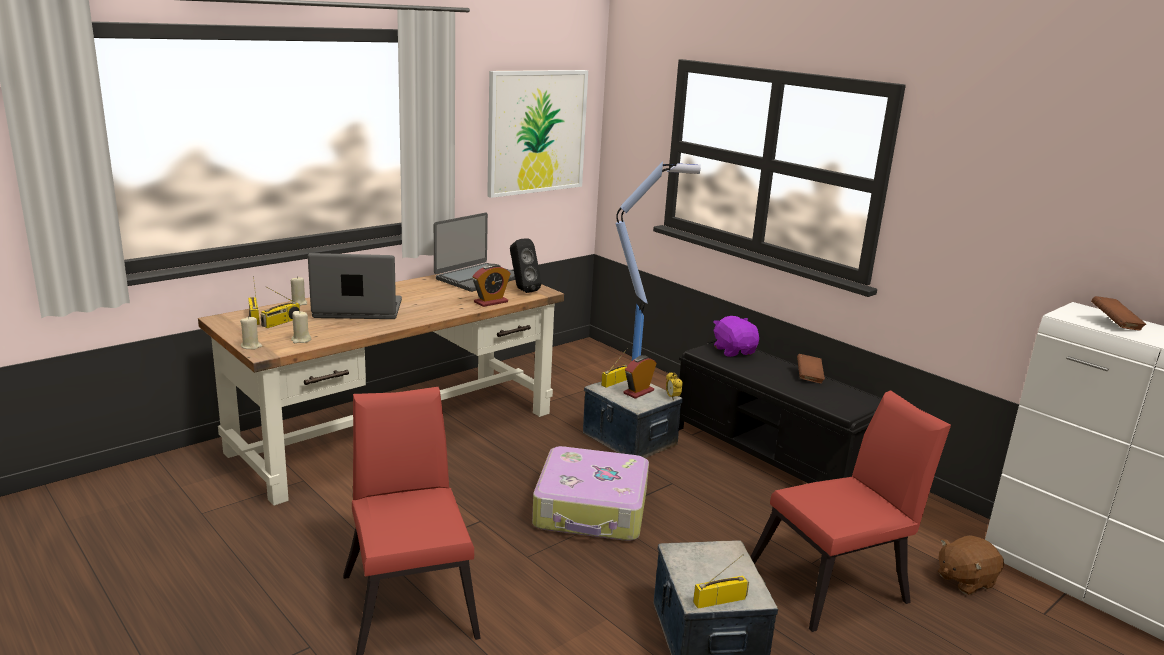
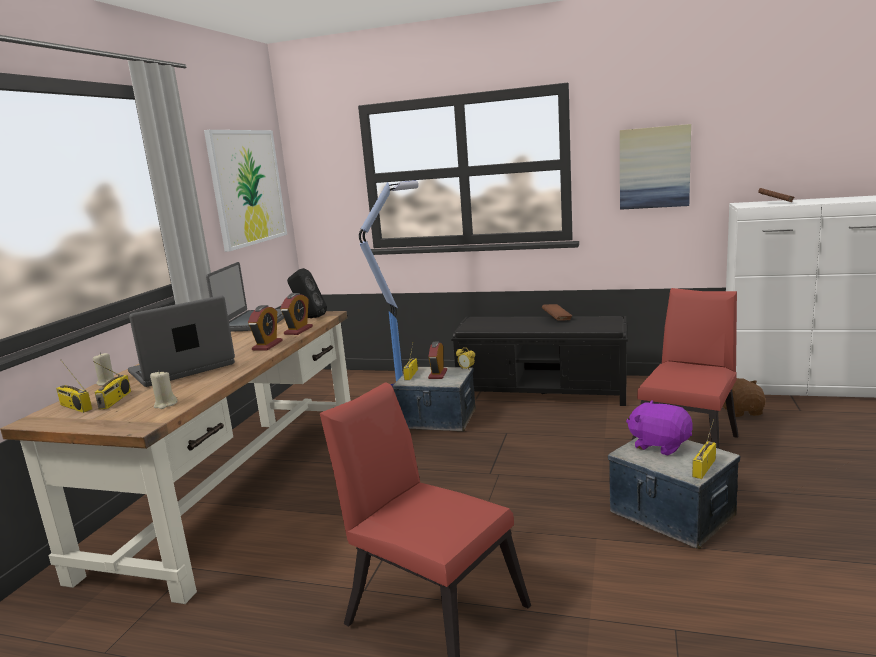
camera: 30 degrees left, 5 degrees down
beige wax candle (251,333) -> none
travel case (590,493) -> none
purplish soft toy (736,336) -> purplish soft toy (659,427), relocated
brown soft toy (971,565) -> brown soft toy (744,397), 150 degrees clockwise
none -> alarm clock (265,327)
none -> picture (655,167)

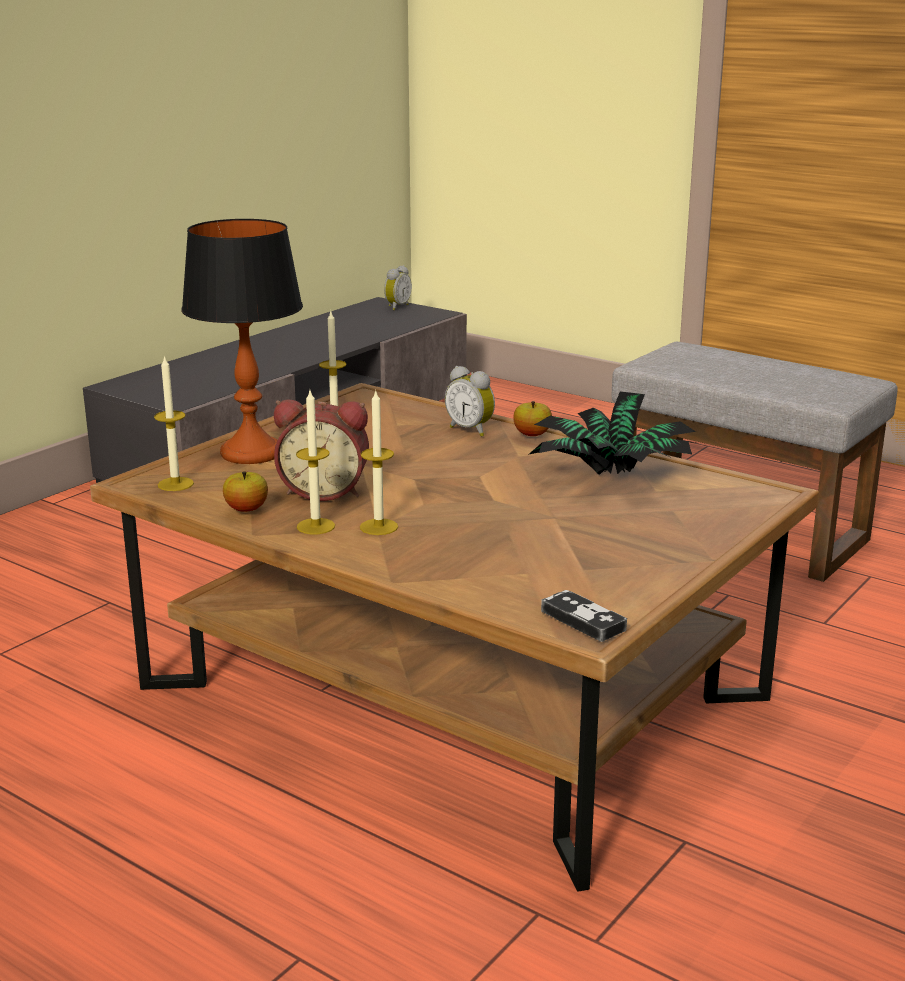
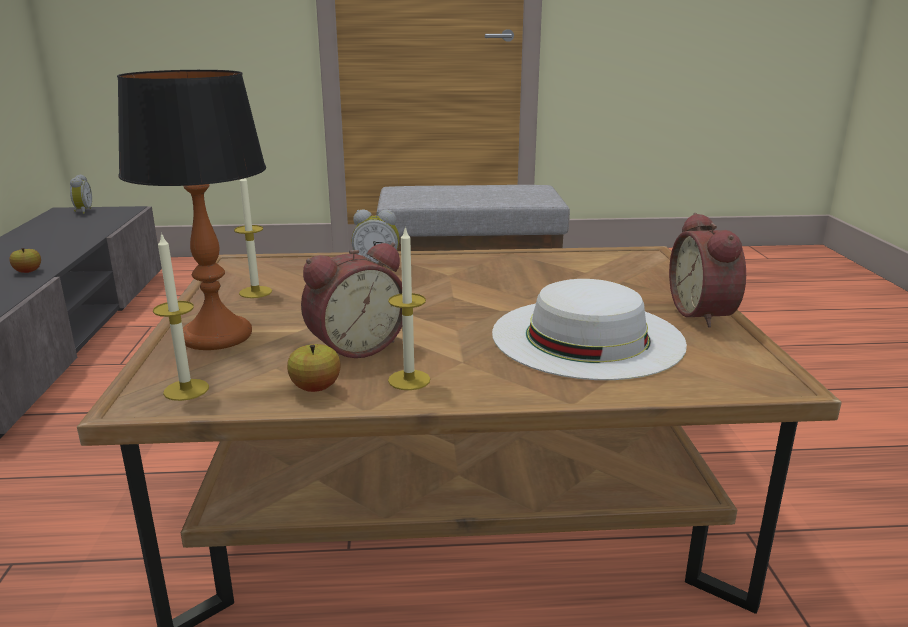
camera: 40 degrees left, 0 degrees up
wax candle (379,462) -> none
whole apple (532,418) -> whole apple (25,260), relocated
potted plant (612,433) -> none
game controller (584,616) -> none
none -> white wearable hat (589,329)
none -> alarm clock (707,270)

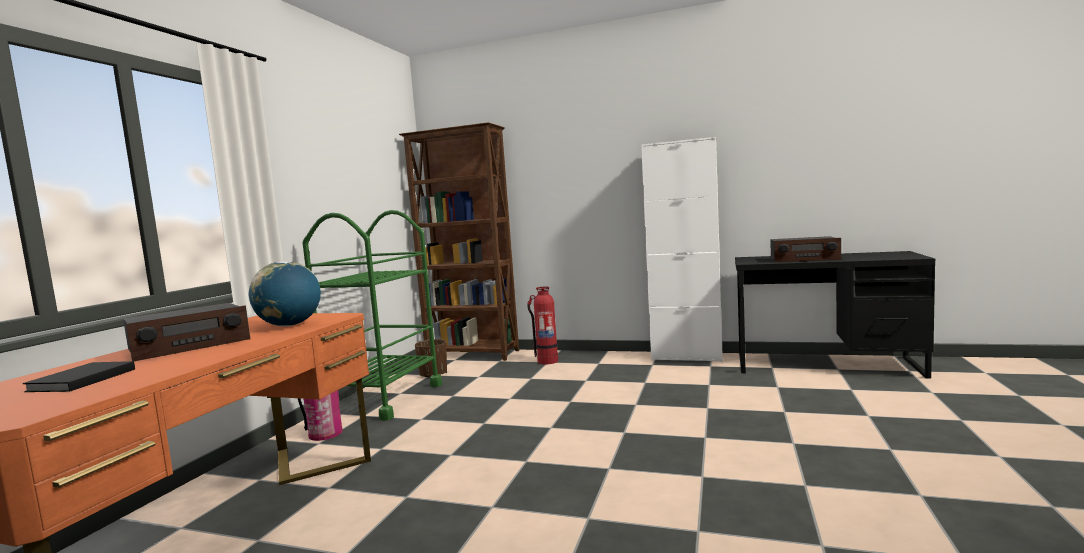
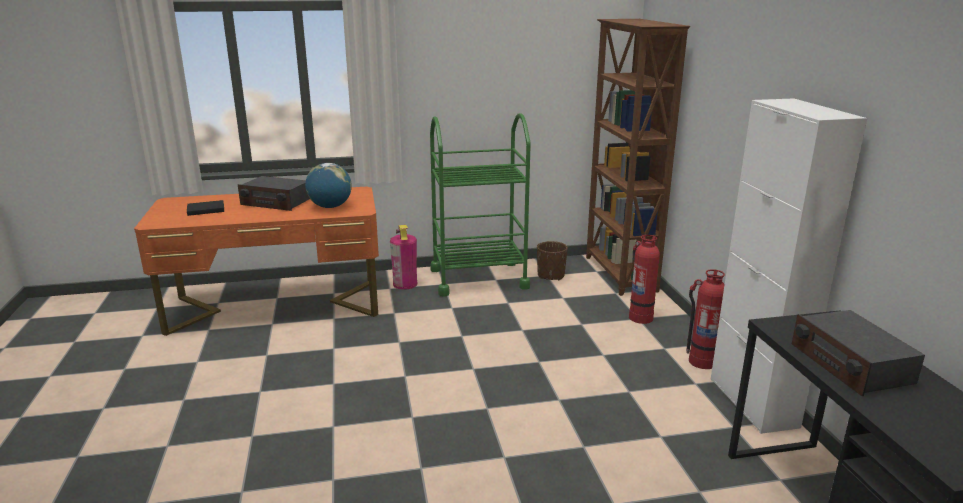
camera: 60 degrees right, 15 degrees up
none -> extinguisher (705,319)

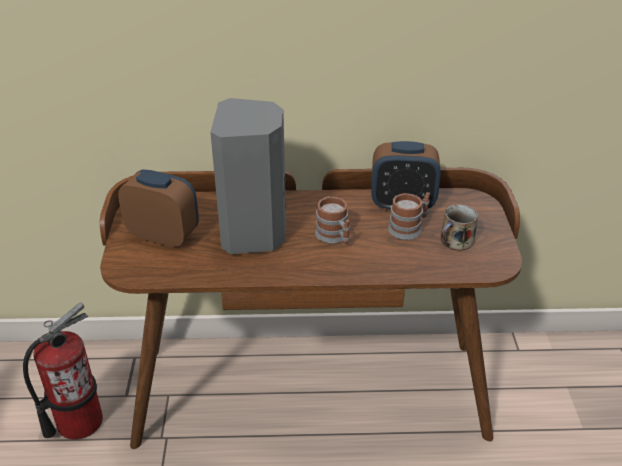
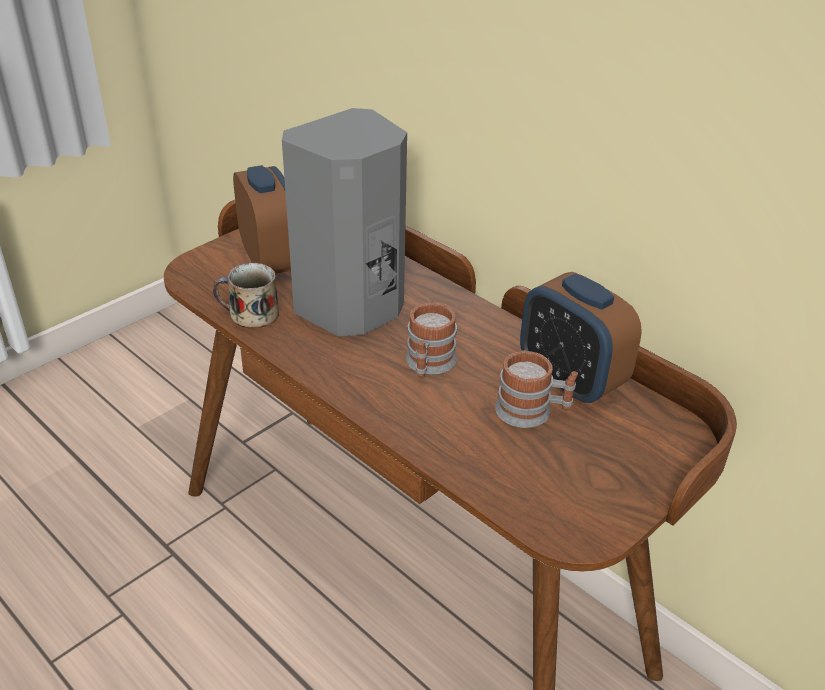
camera: 45 degrees right, 0 degrees up
extinguisher (63,371) -> none
tea mug (459,227) -> tea mug (246,295), relocated

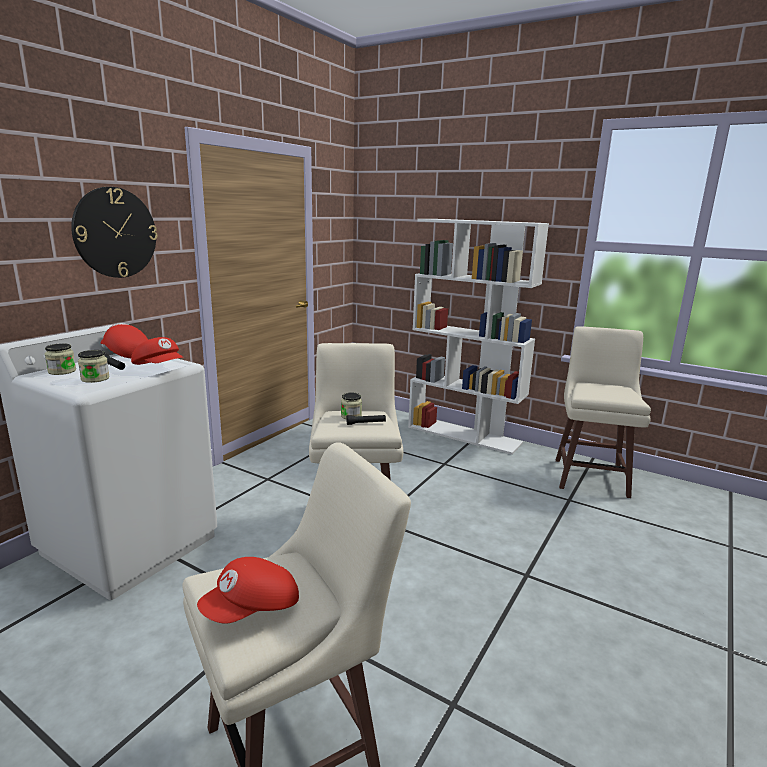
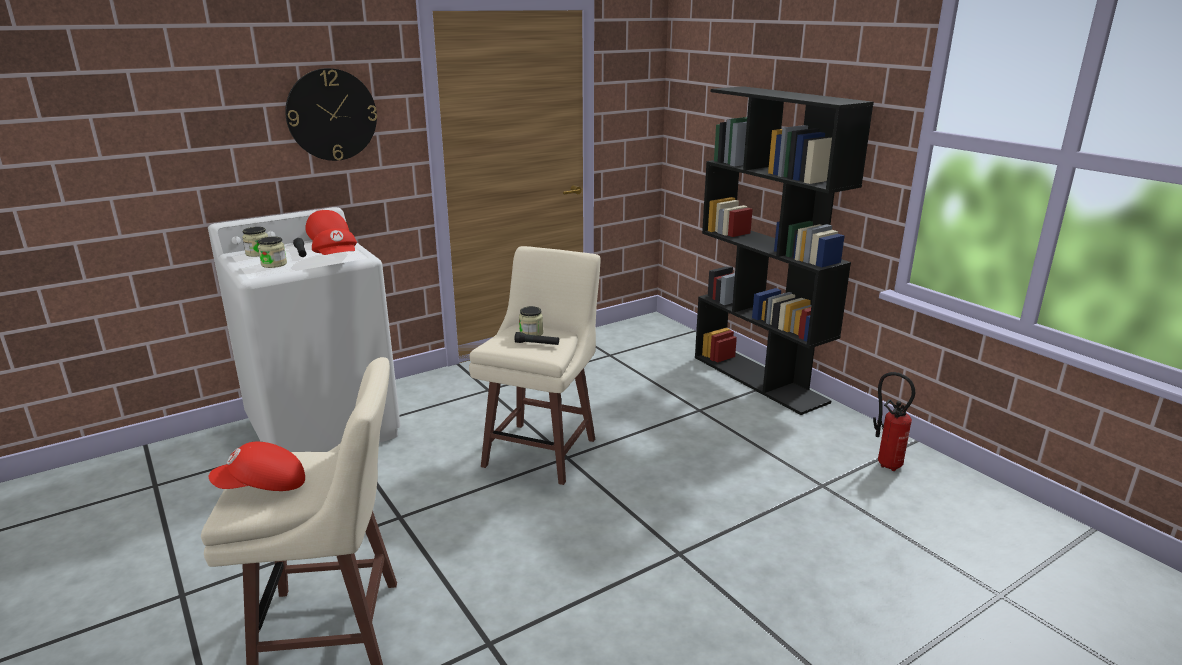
camera: 25 degrees right, 5 degrees up
white bookcase (478,337) -> black-coloured bookcase (784,250)
beige sitting stool (603,412) -> extinguisher (894,421)

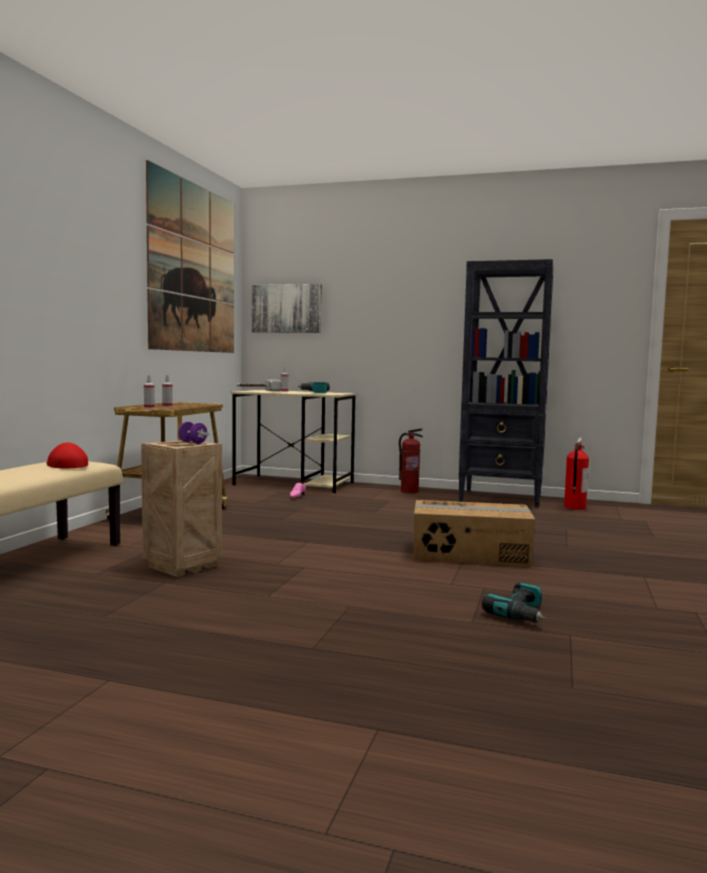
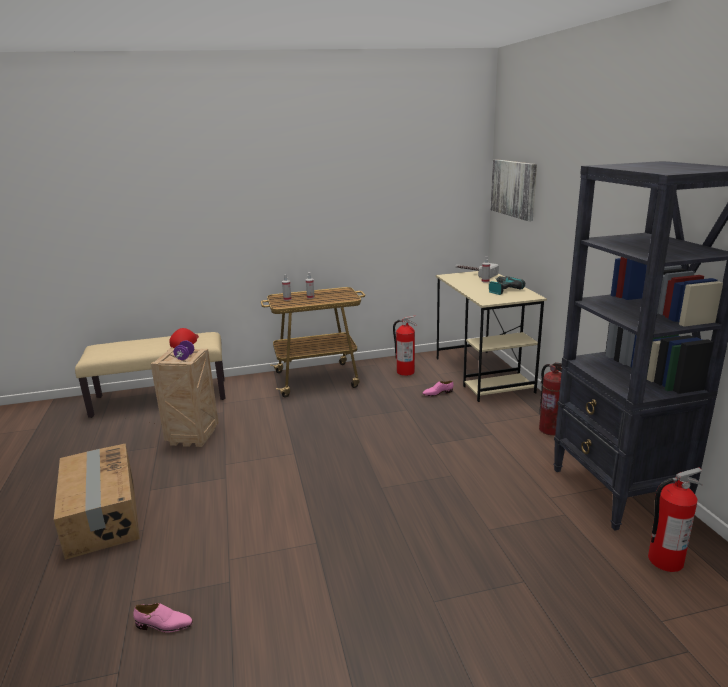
camera: 60 degrees right, 15 degrees up
picture (190,256) -> none
cardboard box (474,533) -> cardboard box (97,502), relocated
power drill (514,602) -> pinkish item of footwear (163,618)
none -> extinguisher (405,346)

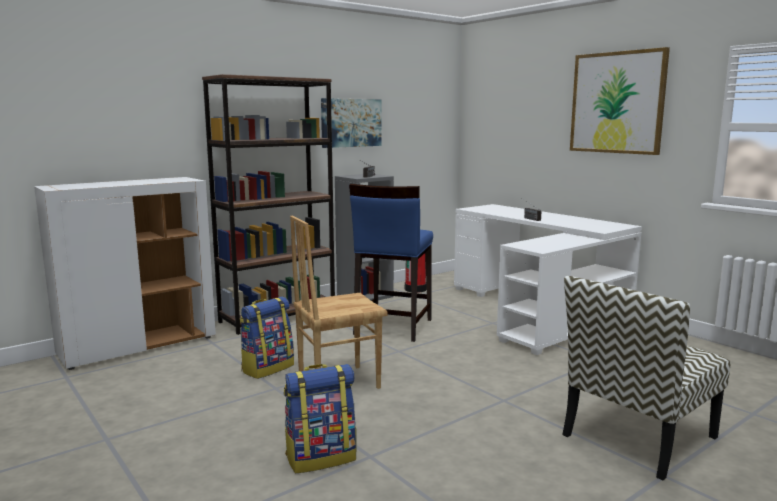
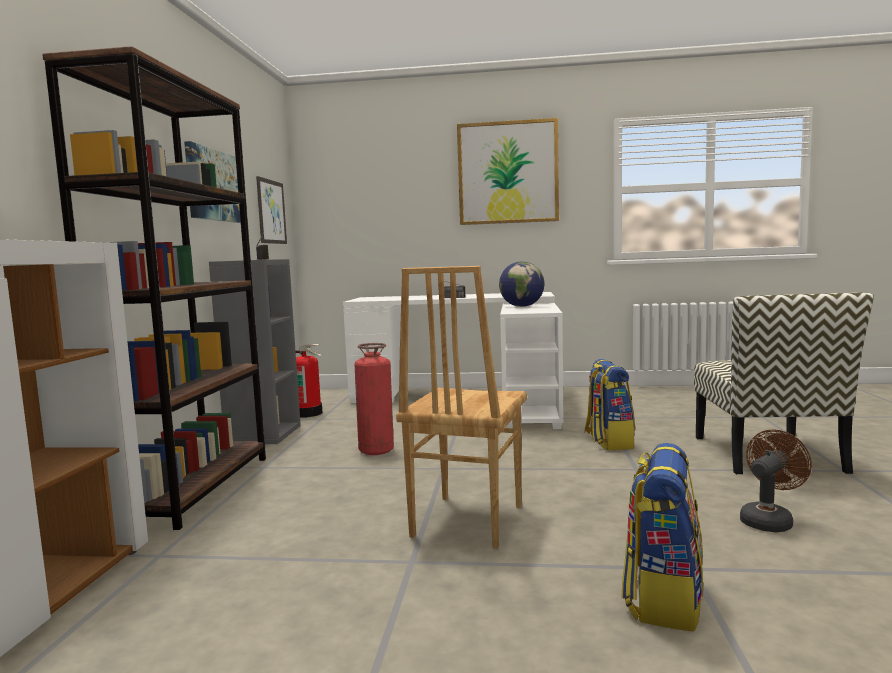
camera: 45 degrees left, 5 degrees down
knapsack (267,338) -> knapsack (609,404), relocated
blue sitting stool (391,263) -> extinguisher (374,399)
none -> picture (271,210)
none -> world globe (521,284)
none -> brown electric fan (776,481)

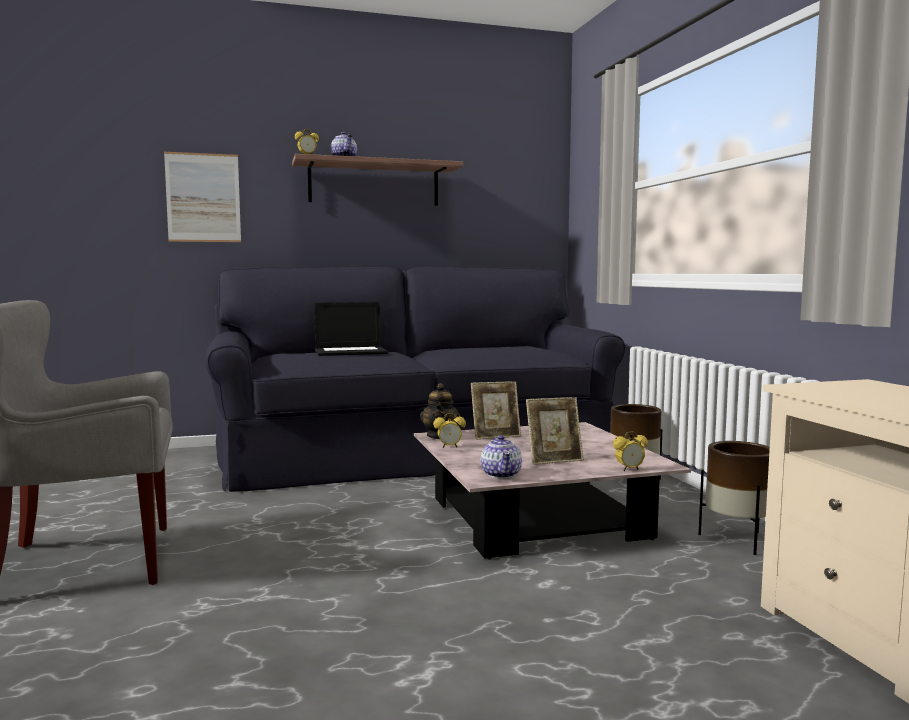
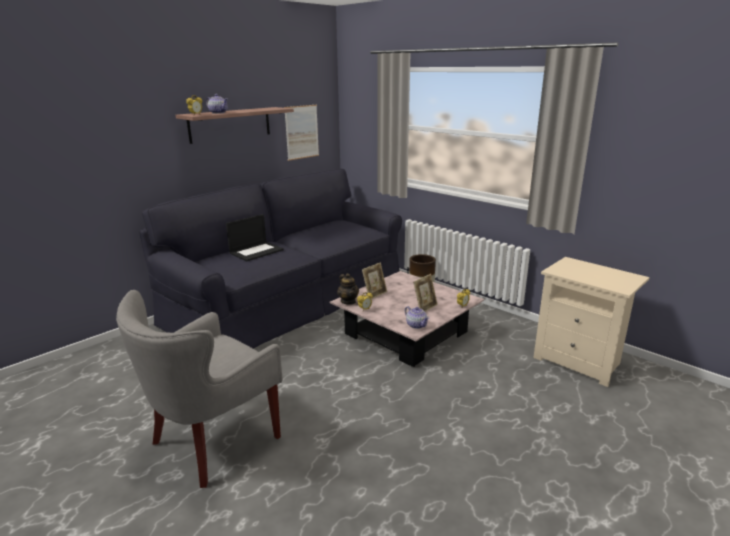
camera: 30 degrees left, 15 degrees up
picture (202,197) -> picture (301,133), relocated
brown planter (734,498) -> none

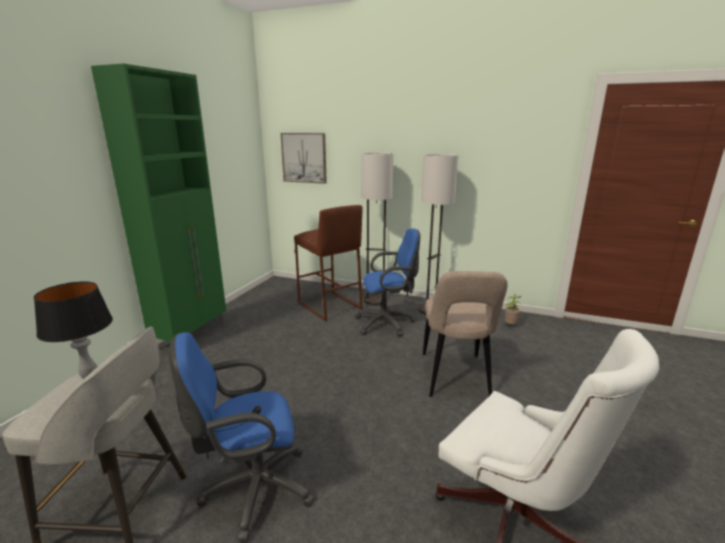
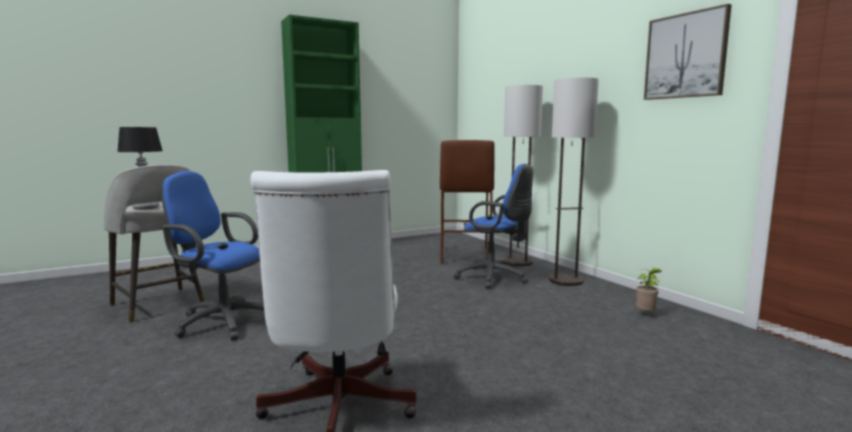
camera: 40 degrees right, 10 degrees down
picture (303,158) -> picture (688,52), relocated
beige chair (465,334) -> none

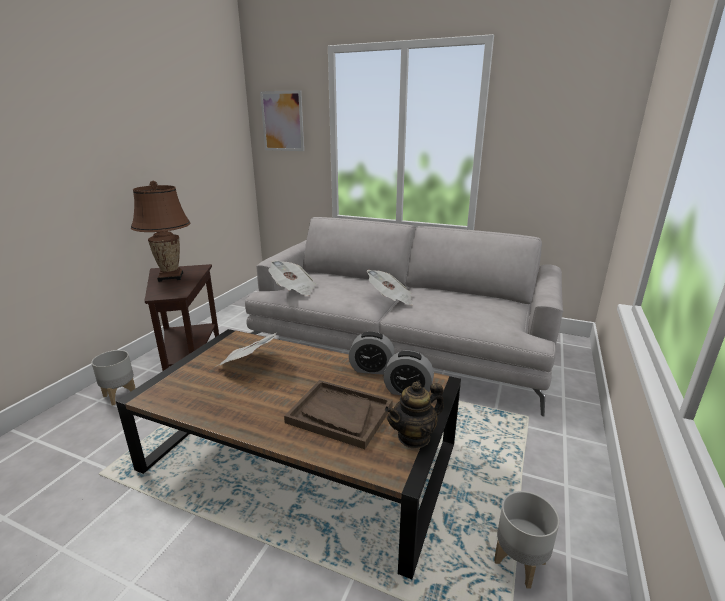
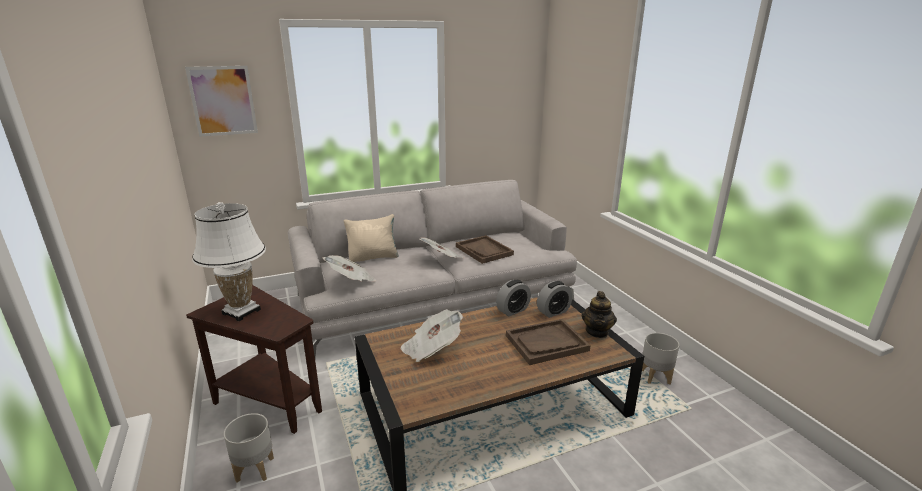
camera: 45 degrees left, 0 degrees up
brown tabletop lamp (161,231) -> white tabletop lamp (229,261)
none -> beige cushion (371,238)
none -> brown carrying tray (485,249)

